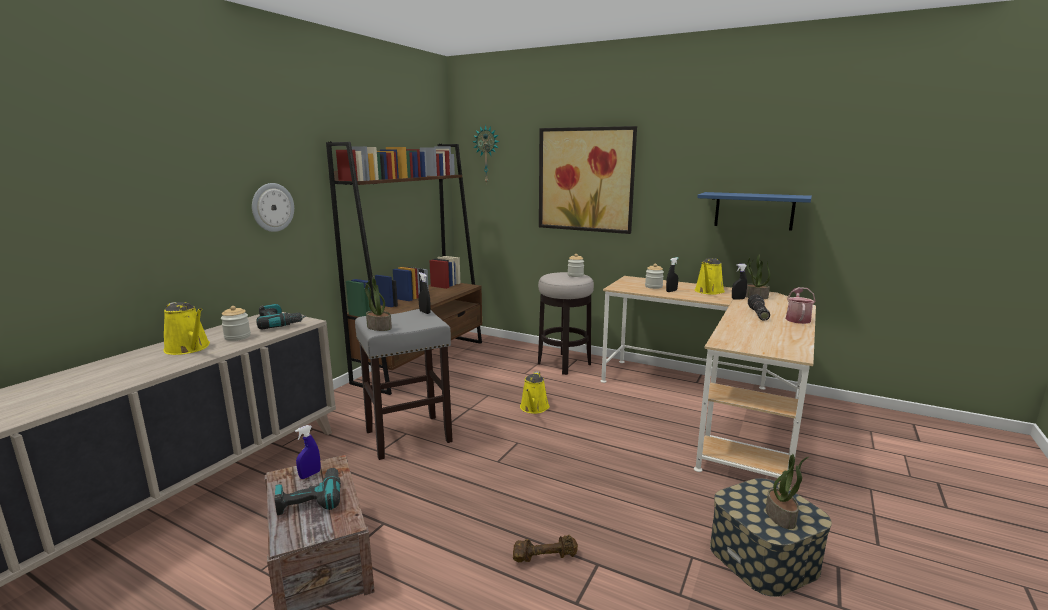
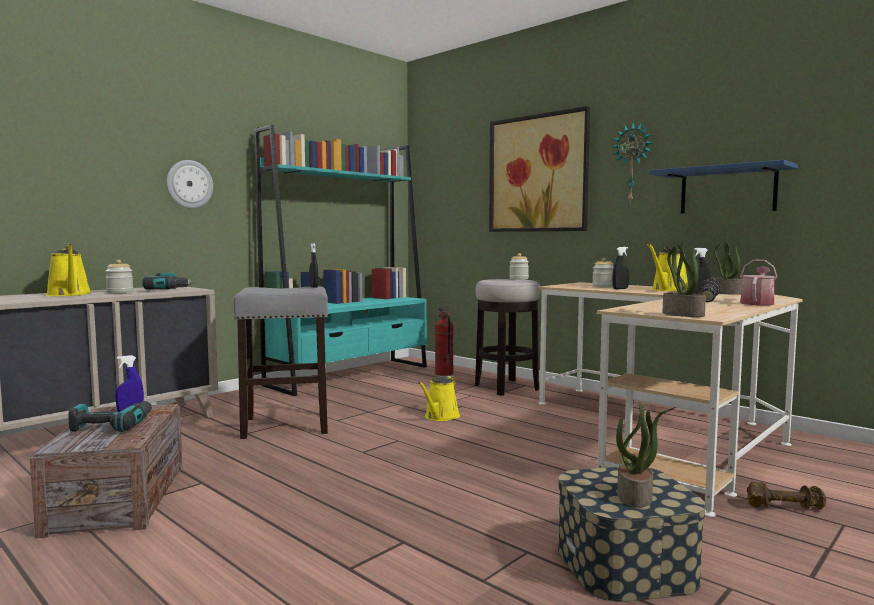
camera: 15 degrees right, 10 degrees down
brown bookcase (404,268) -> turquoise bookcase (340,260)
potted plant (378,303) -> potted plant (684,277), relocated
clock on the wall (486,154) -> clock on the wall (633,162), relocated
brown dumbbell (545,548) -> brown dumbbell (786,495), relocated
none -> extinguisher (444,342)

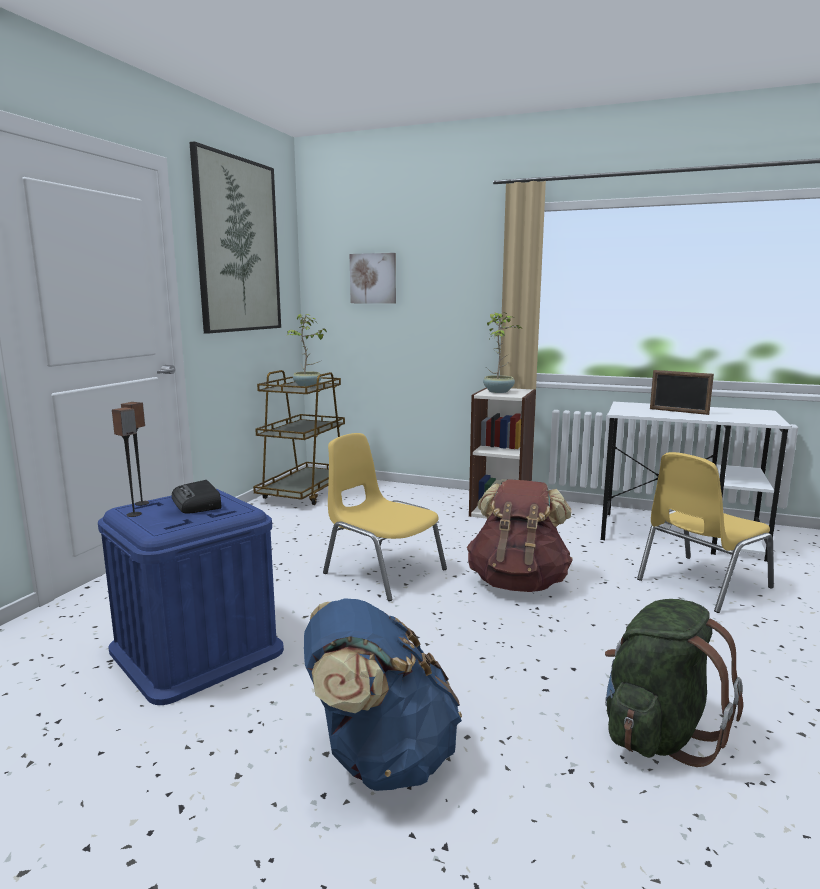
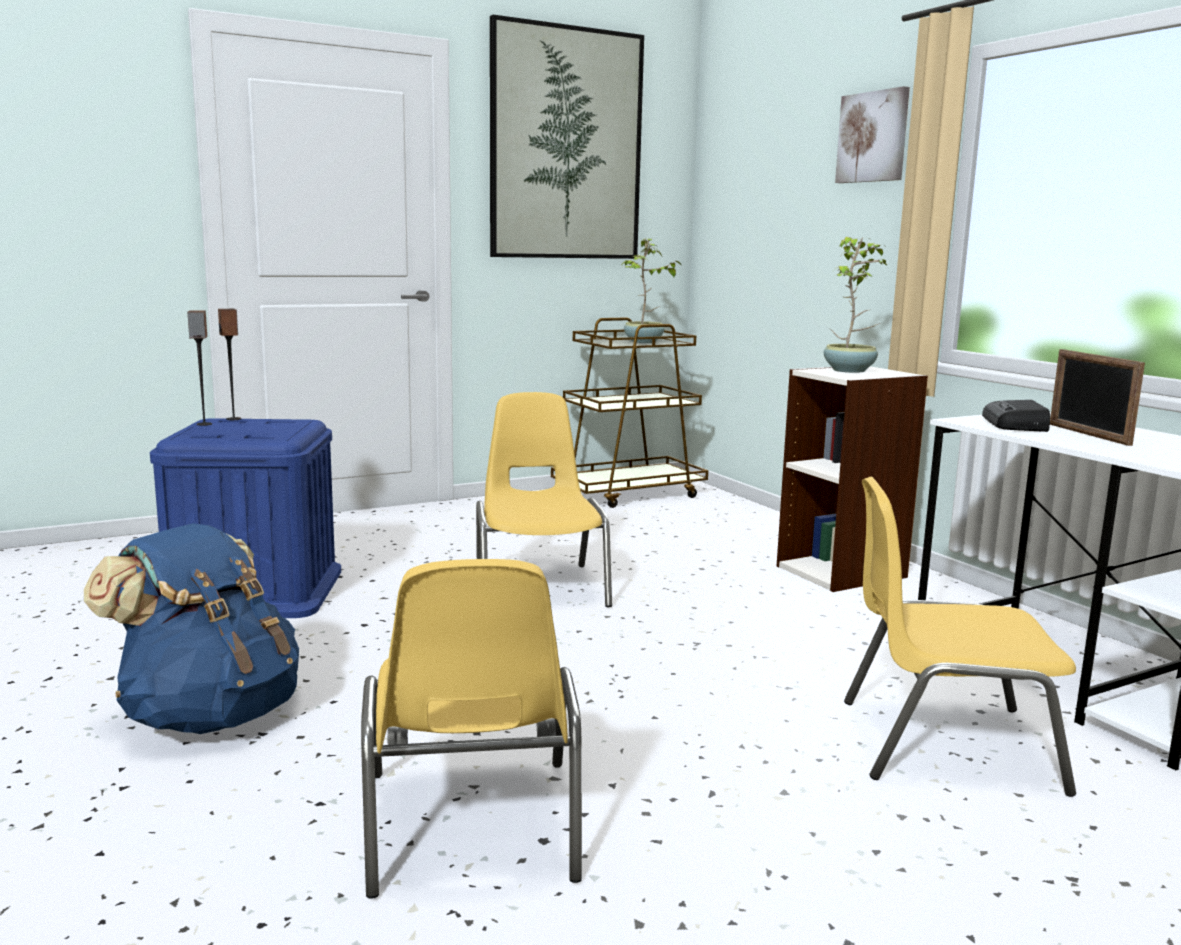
camera: 40 degrees right, 0 degrees up
radio (197,497) -> radio (1016,416), relocated
picture (373,278) -> picture (872,134), relocated
brown knapsack (520,535) -> none
green-coloured knapsack (674,683) -> yellow chair (471,729)

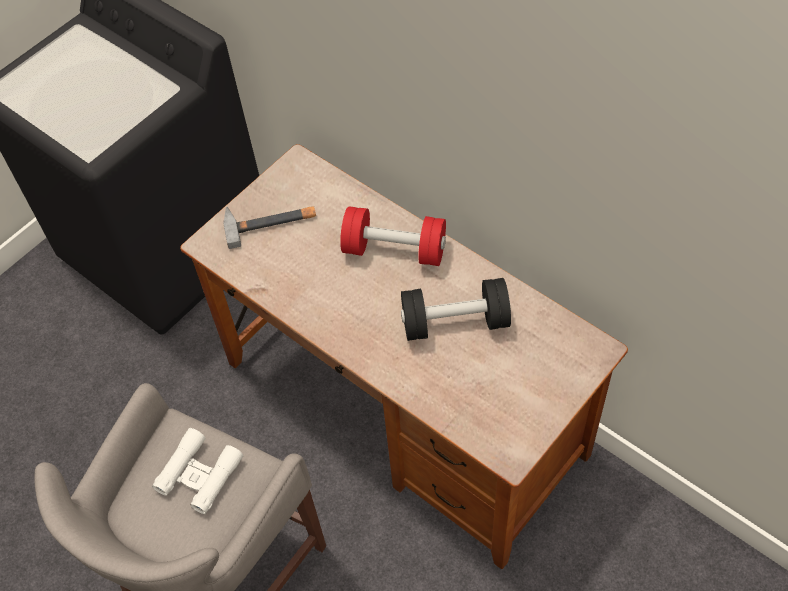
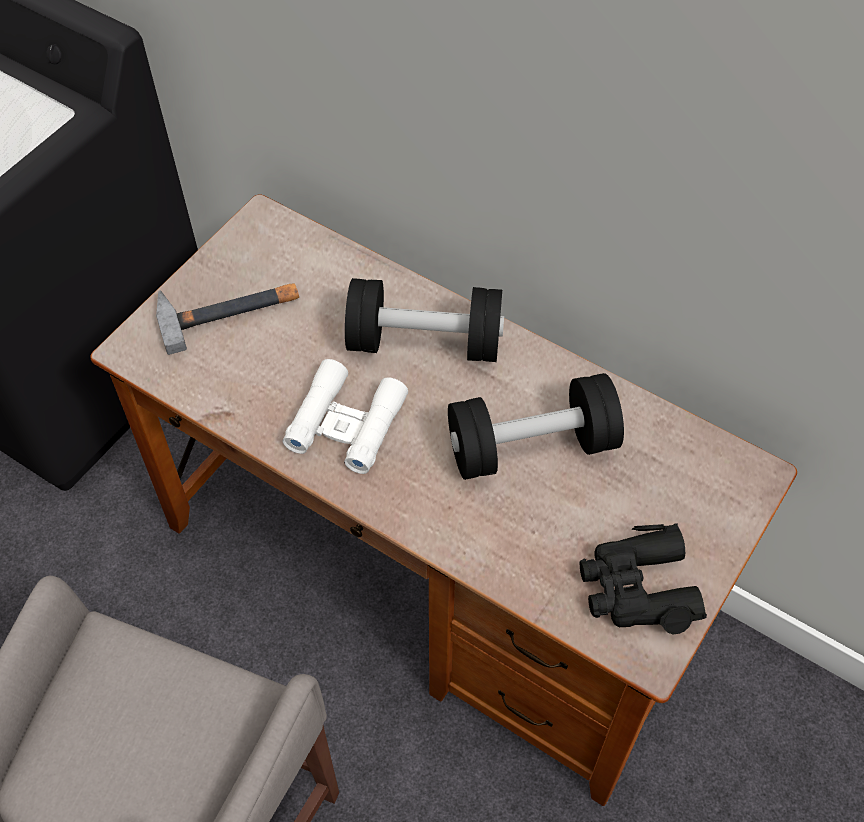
camera: 10 degrees left, 0 degrees up
white pair of binoculars (197,471) -> white pair of binoculars (345,416), relocated
red-coloured dumbbell (393,236) -> black-coloured dumbbell (424,320)
none -> black-coloured pair of binoculars (643,579)

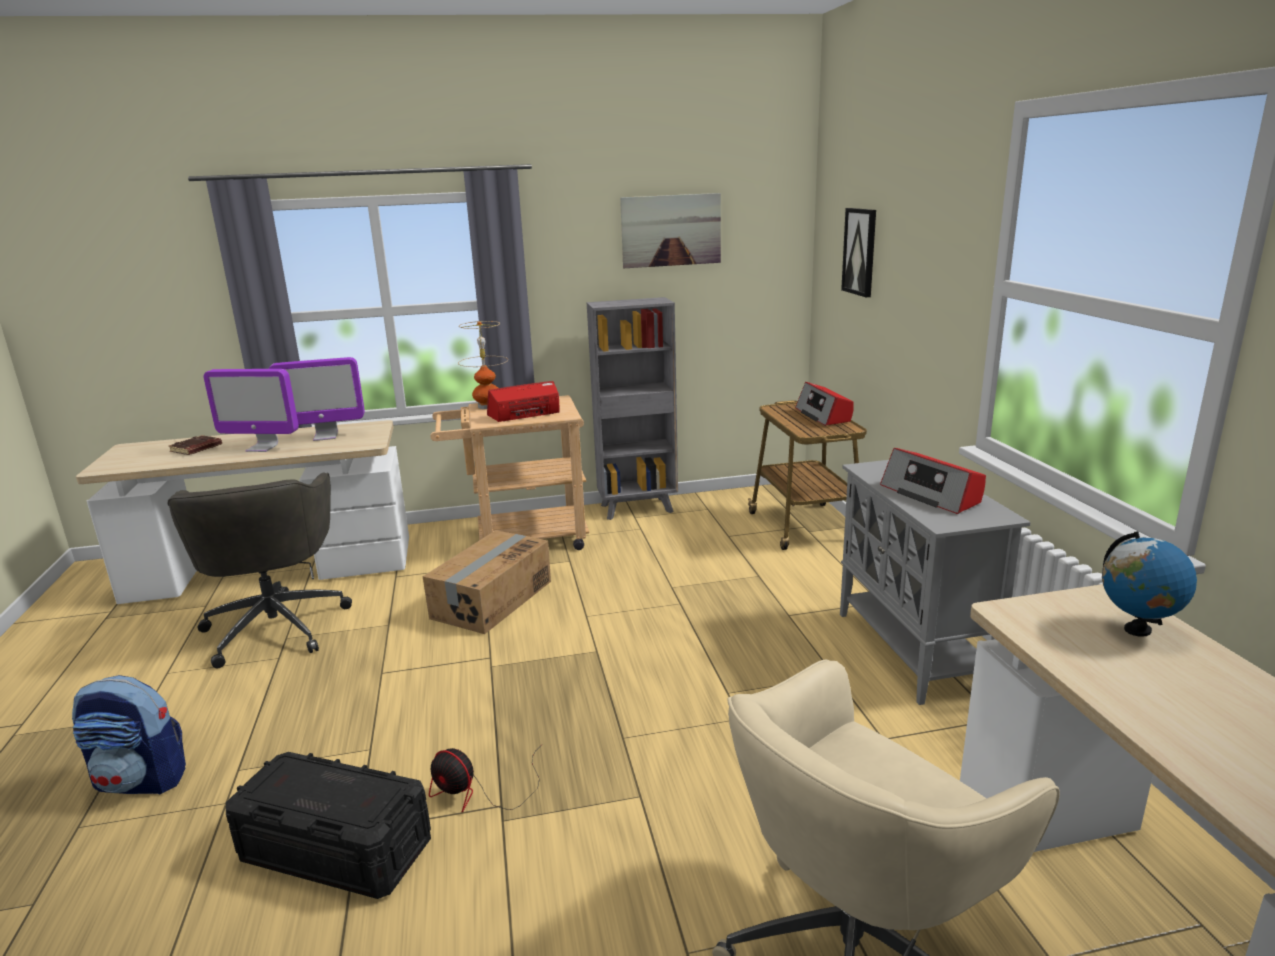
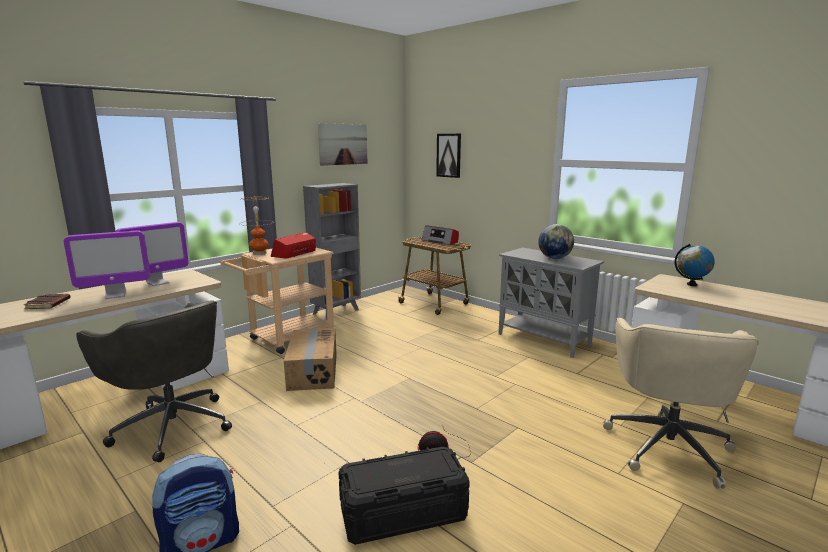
camera: 35 degrees left, 5 degrees down
radio (933,481) -> world globe (556,241)

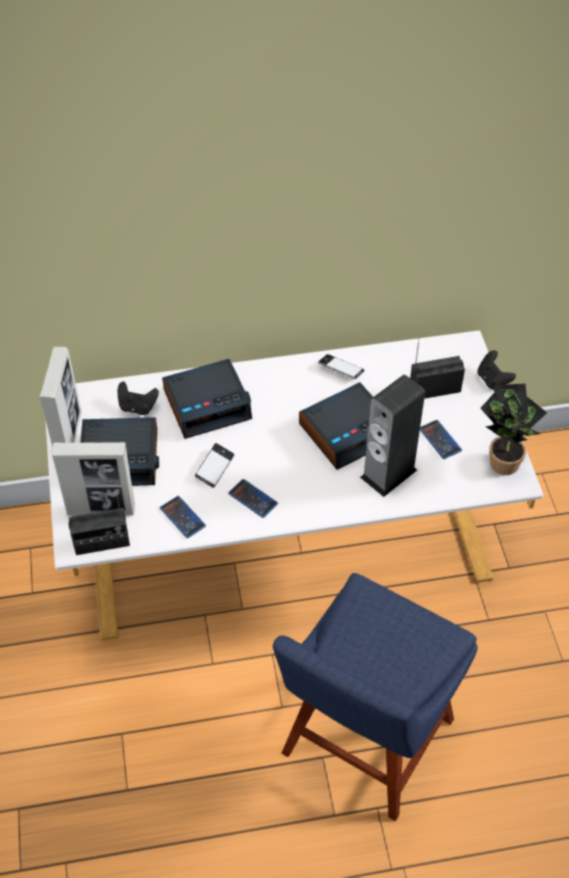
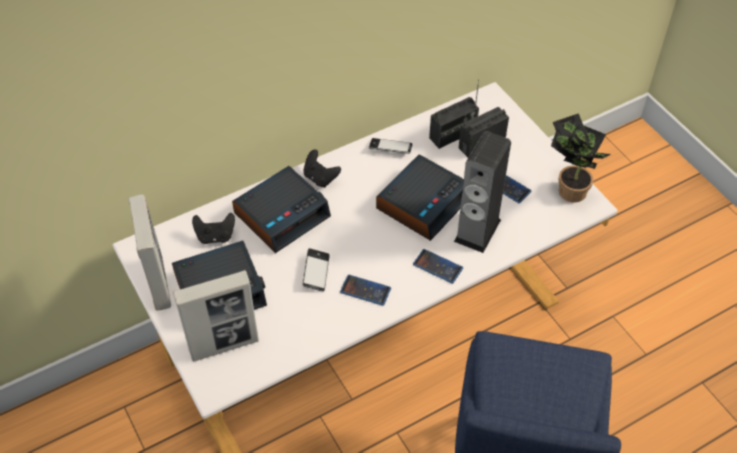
camera: 20 degrees left, 0 degrees up
radio (99,525) -> radio (454,114), relocated
telephone (183,517) -> telephone (438,266), relocated
black-coloured game controller (496,370) -> black-coloured game controller (322,168), relocated

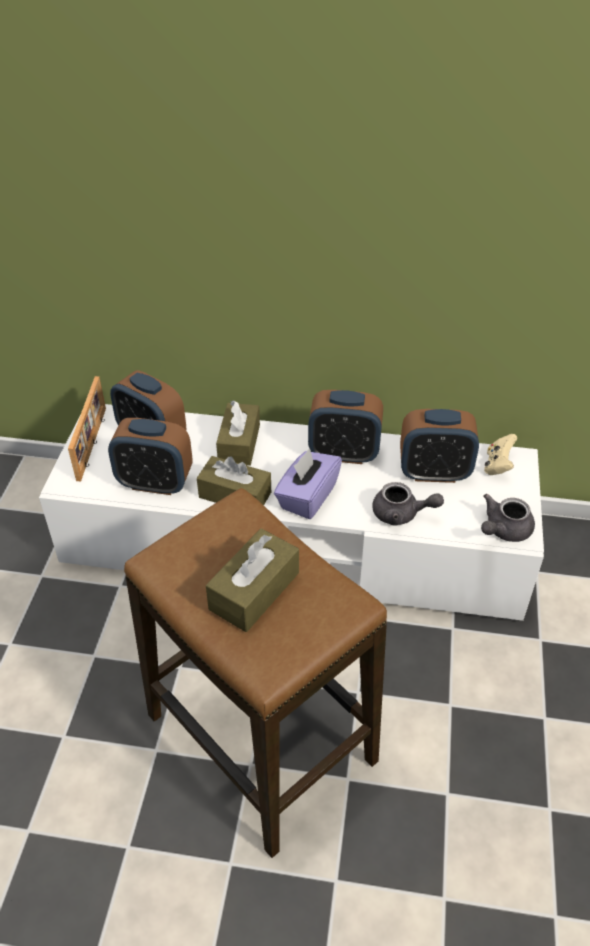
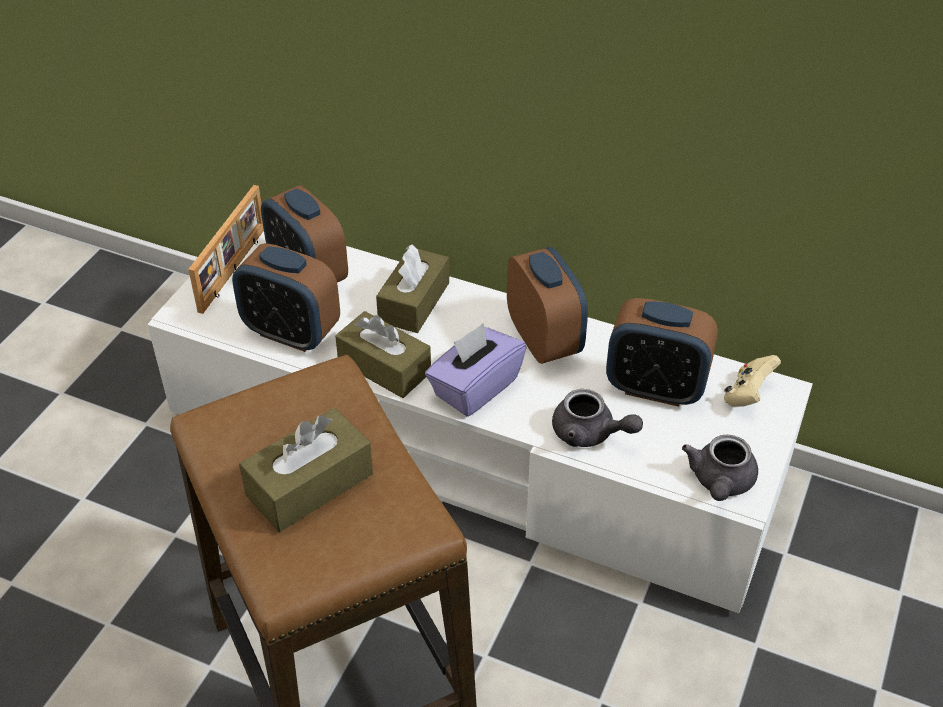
camera: 15 degrees right, 0 degrees up
alarm clock (345,427) -> alarm clock (547,305), 135 degrees counterclockwise
grey tea pot (508,518) -> grey tea pot (720,468), 45 degrees counterclockwise

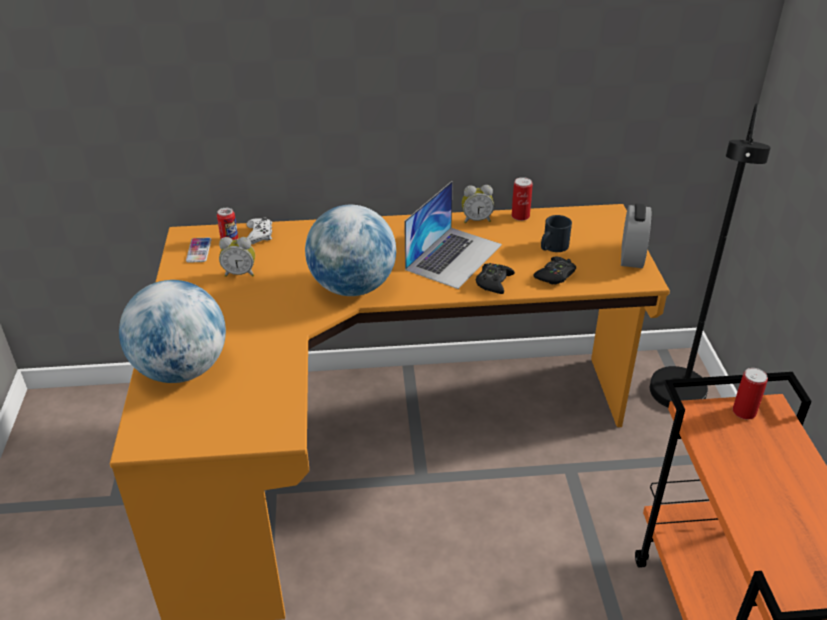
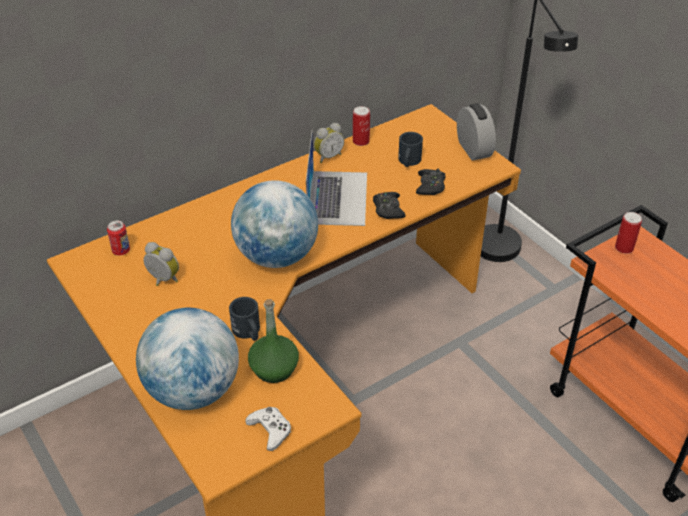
camera: 30 degrees left, 5 degrees up
telephone (198,250) -> none
alarm clock (237,257) -> alarm clock (161,264), 120 degrees counterclockwise
white game controller (259,230) -> white game controller (268,429), relocated
none -> black-coloured tea mug (244,319)
none -> green-coloured drink bottle (273,341)

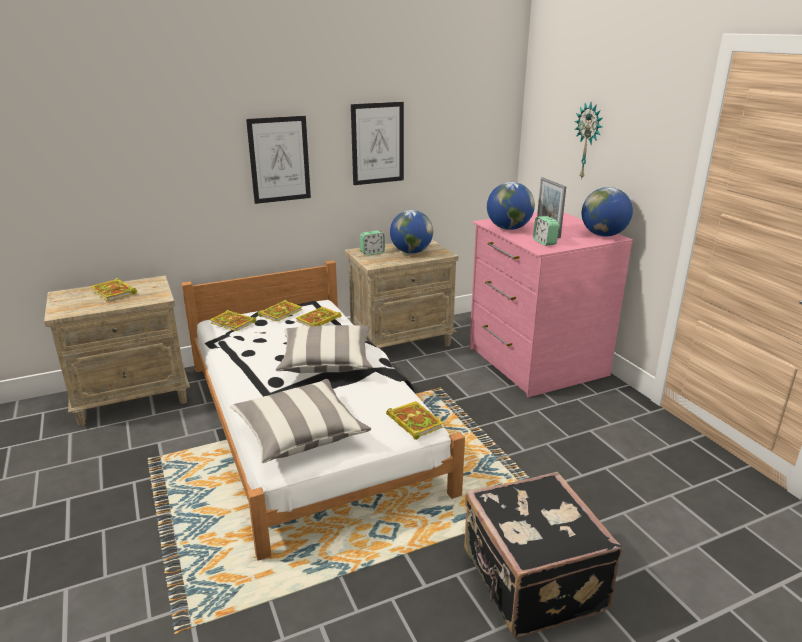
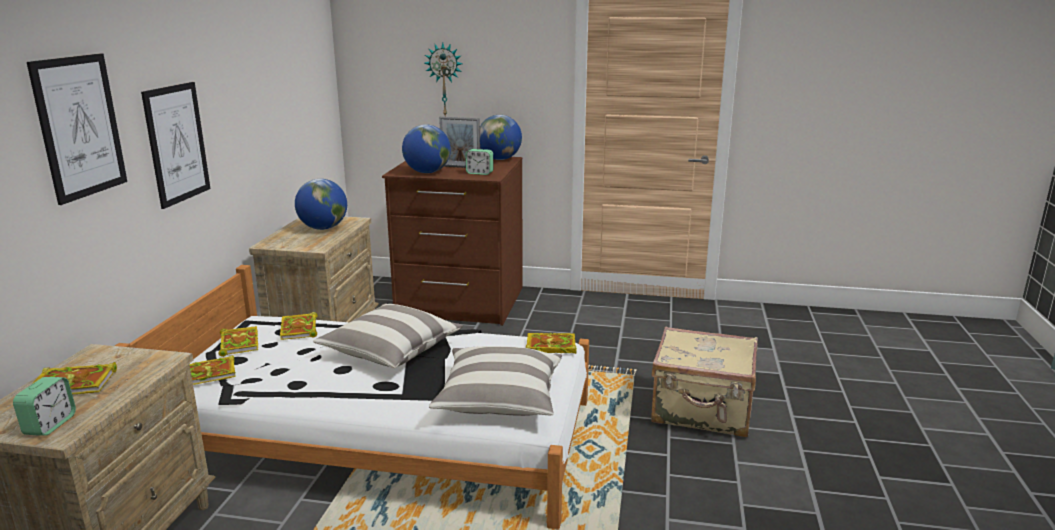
camera: 55 degrees left, 5 degrees down
picture (377,143) -> picture (77,129), relocated
alarm clock (372,242) -> alarm clock (44,406), relocated
black-coloured travel case (543,554) -> beige travel case (704,382)
pinkish drawer chest (551,304) -> brown drawer chest (452,241)

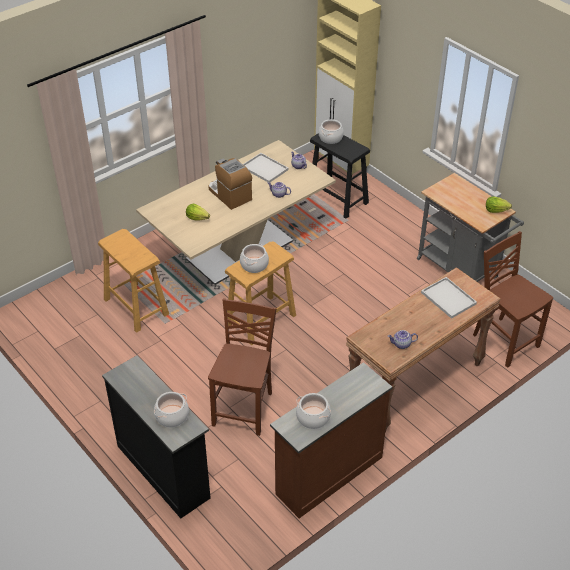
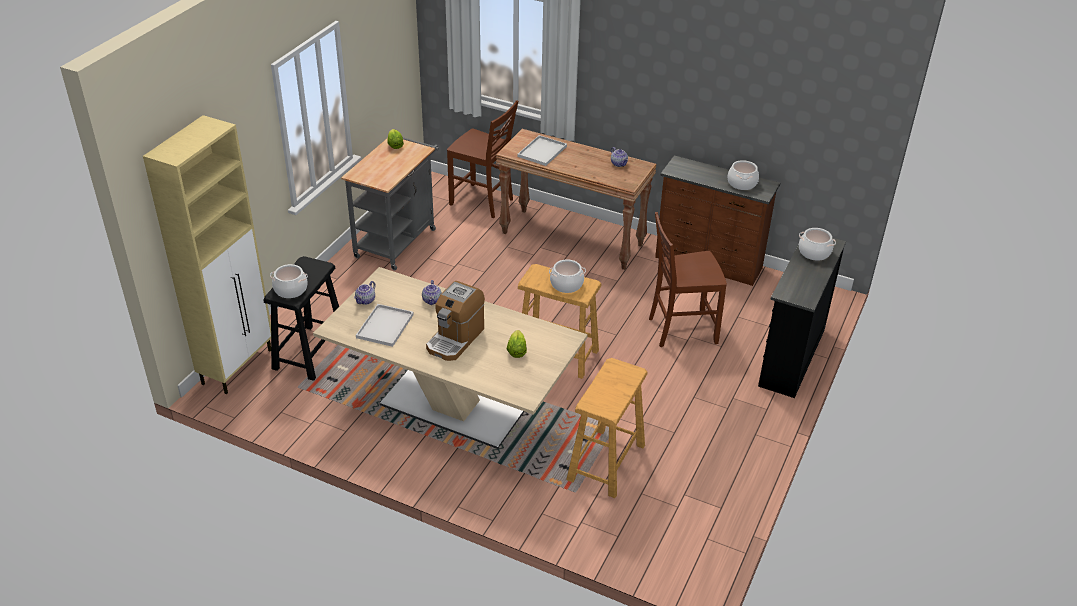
camera: 115 degrees left, 5 degrees down
brown chair (513,299) -> brown chair (482,159), 90 degrees counterclockwise

